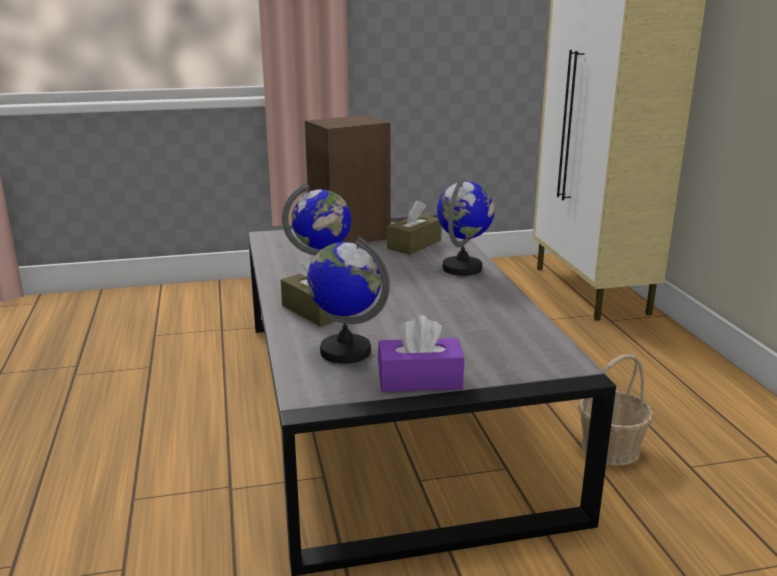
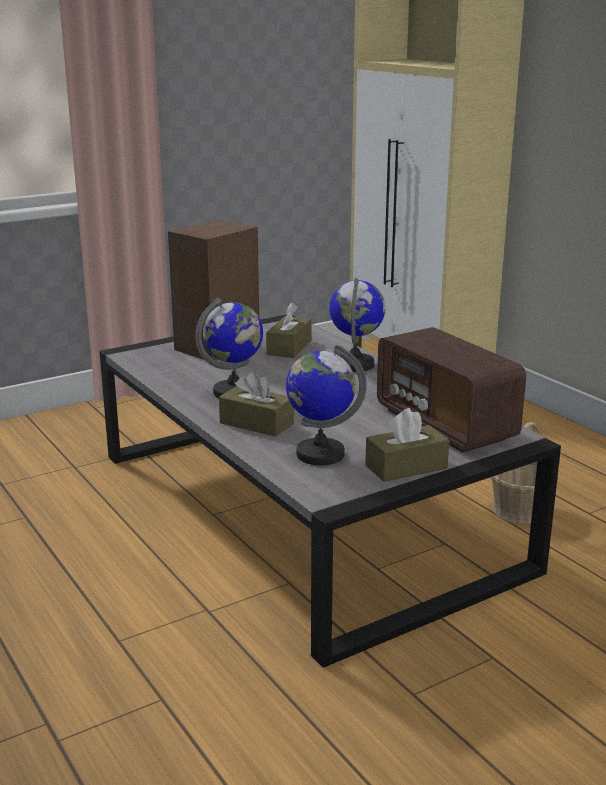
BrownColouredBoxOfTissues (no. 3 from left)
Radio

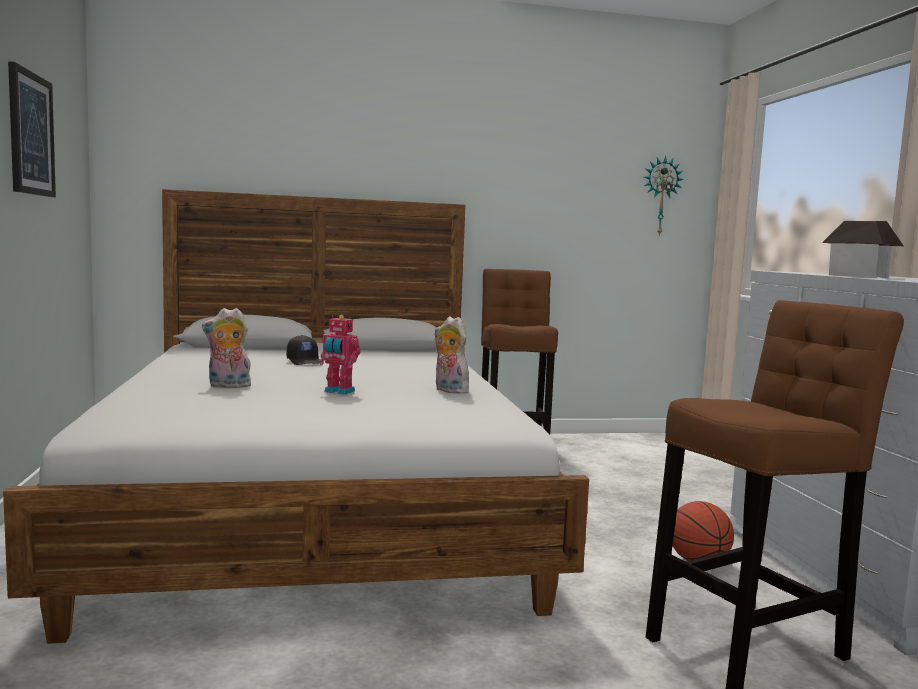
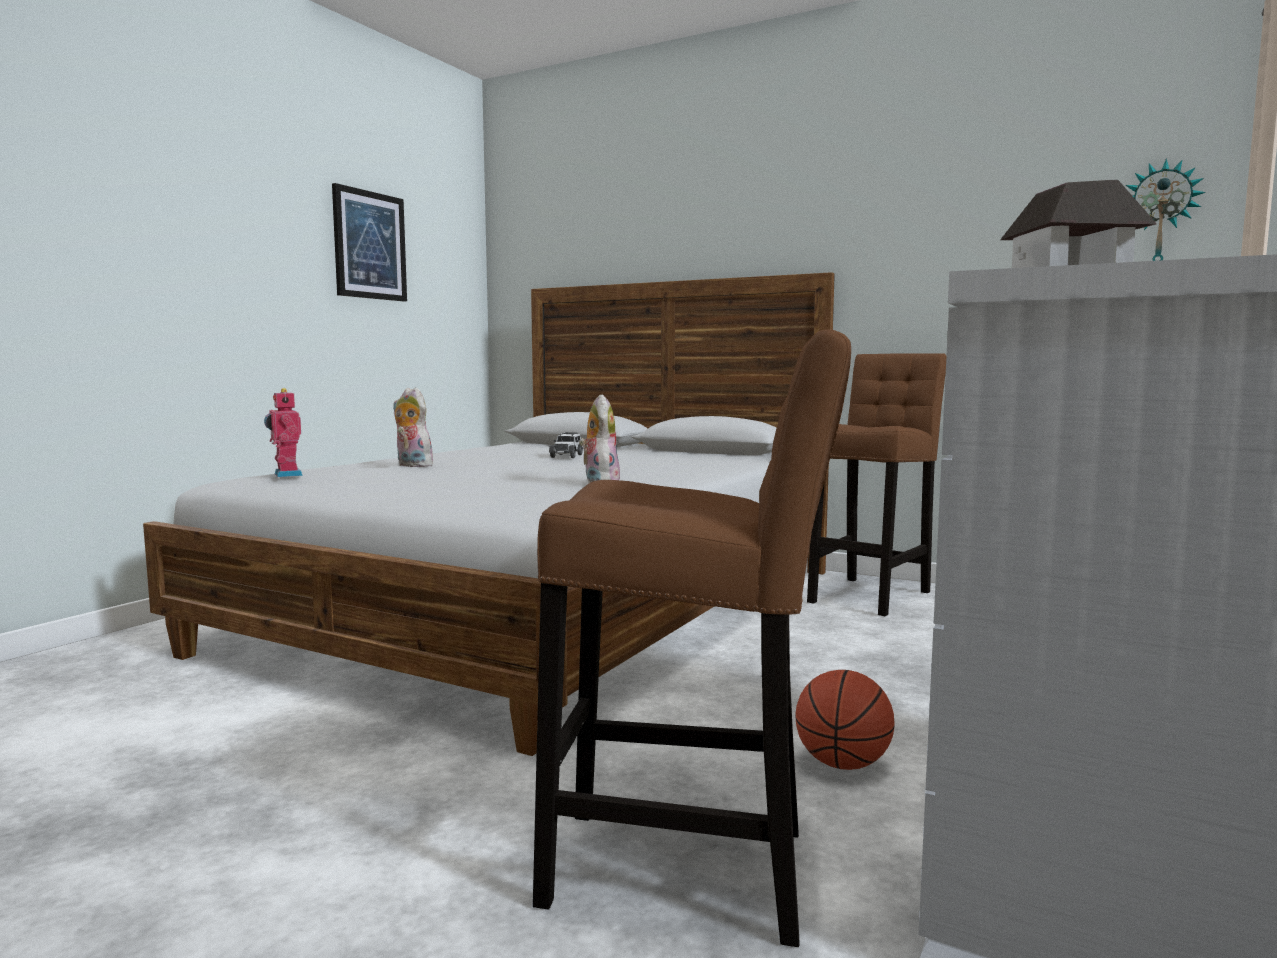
ModelRobot
ToyCar

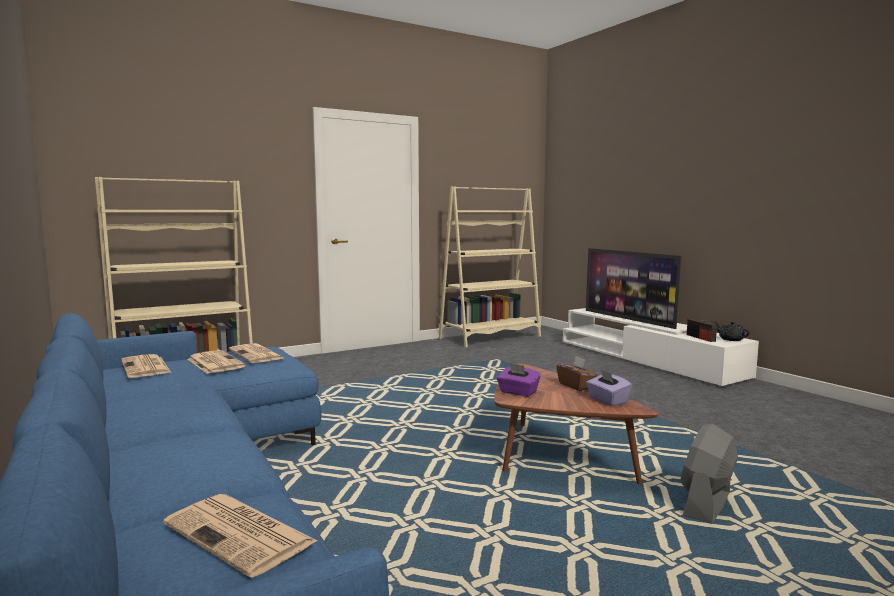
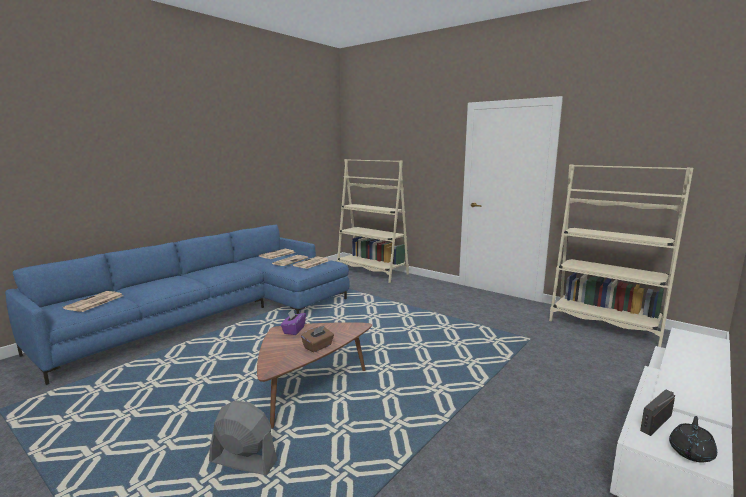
Tv
PurpleColouredBoxOfTissues (no. 2 from left in the first image)

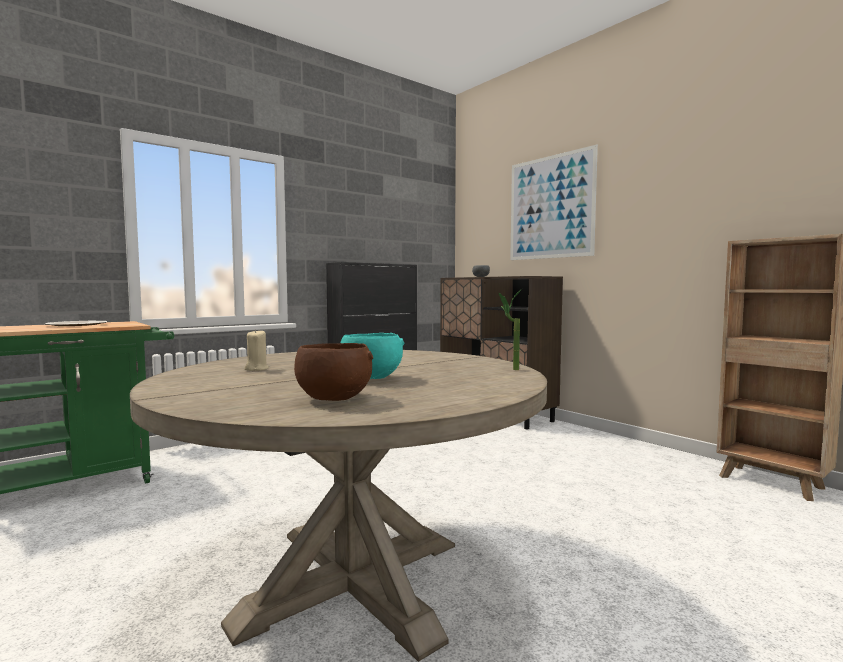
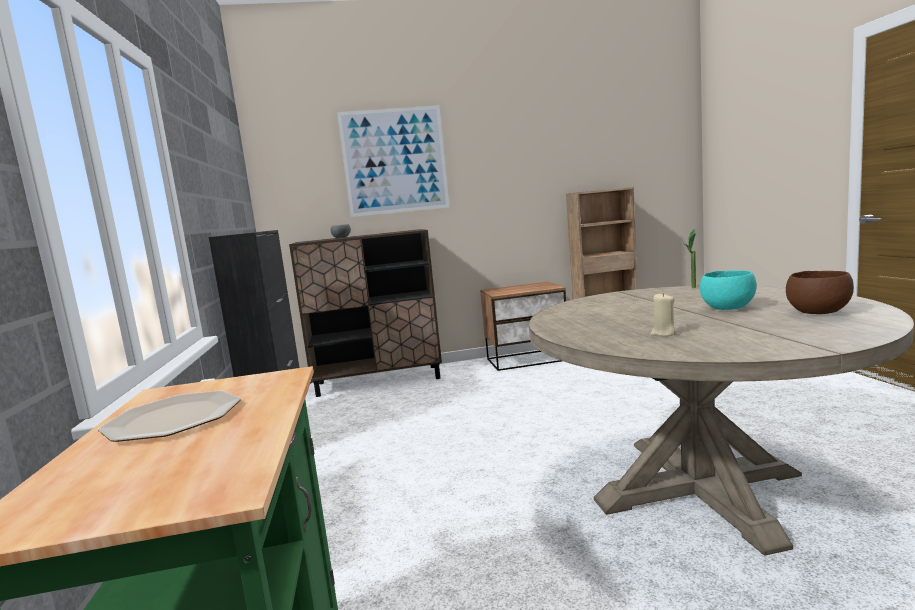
NightTable

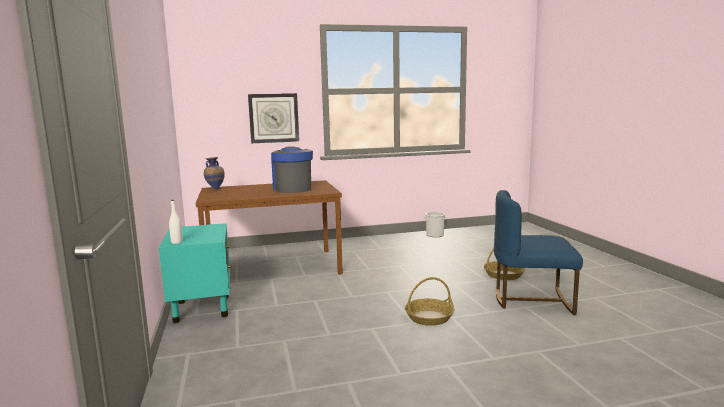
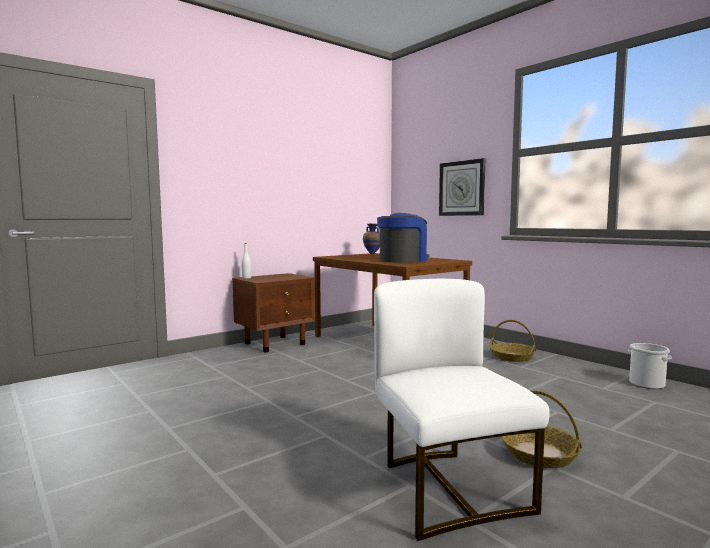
WhitishUprightChair
BrownColouredNightTable
HouseholdBasket (no. 1 from left)

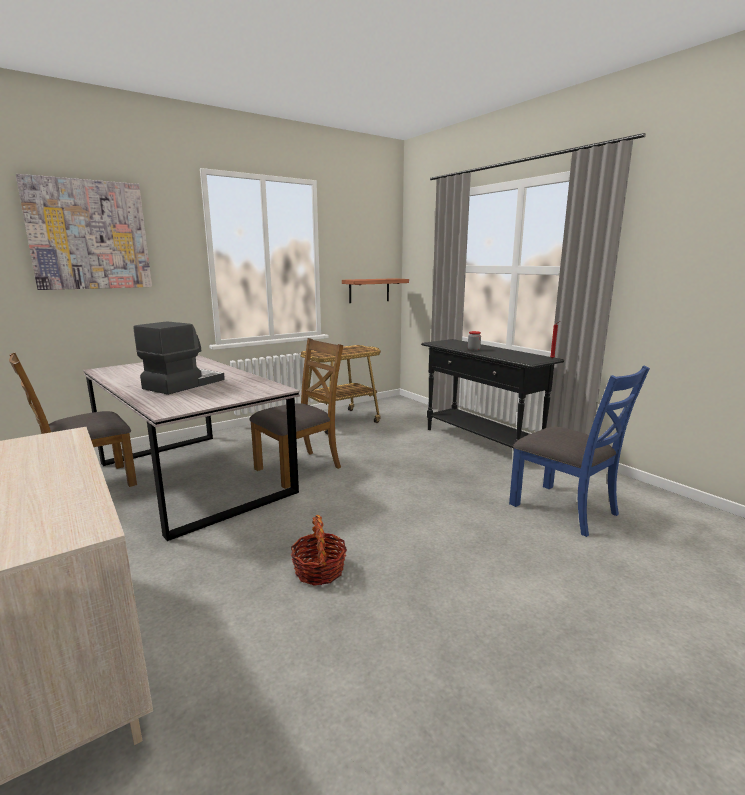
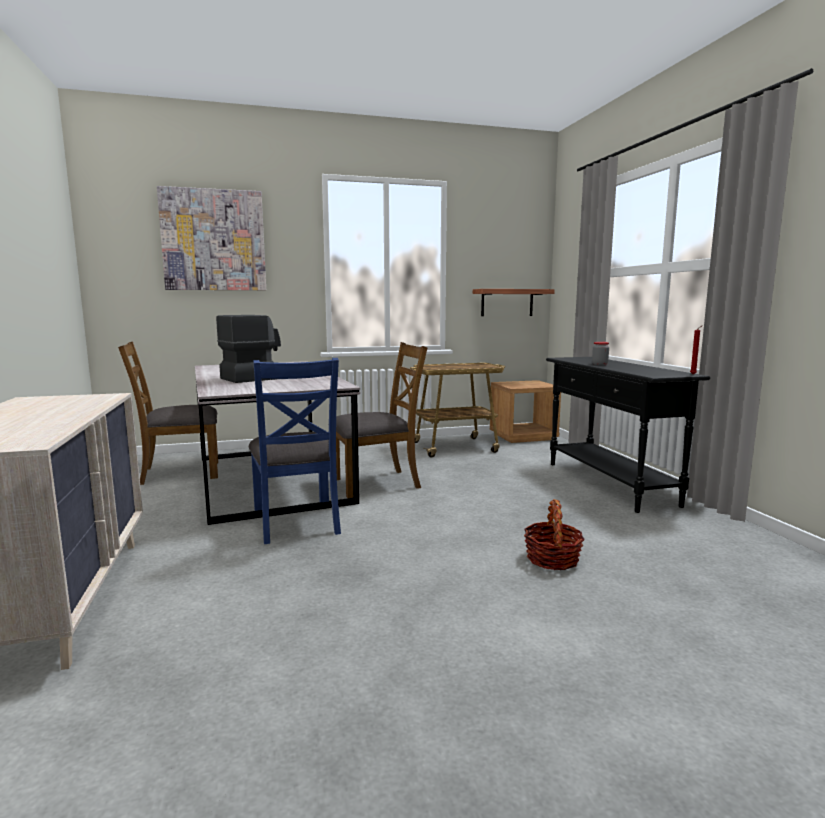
BluishUprightChair
HouseholdBasket
BrownColouredNightTable

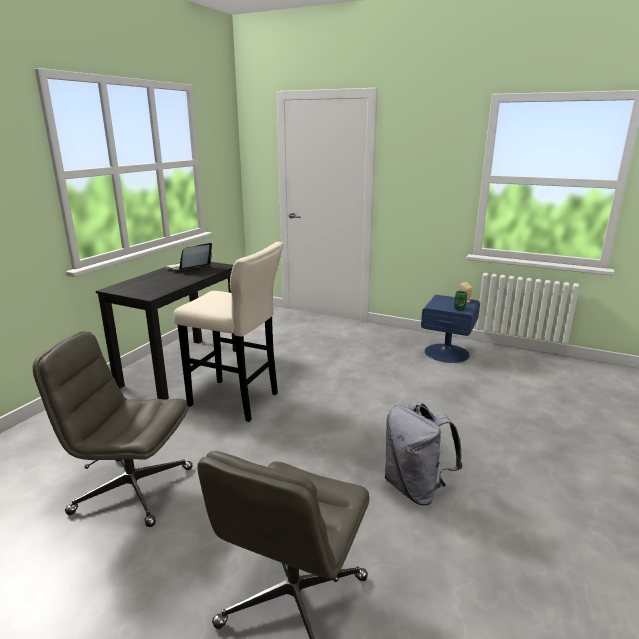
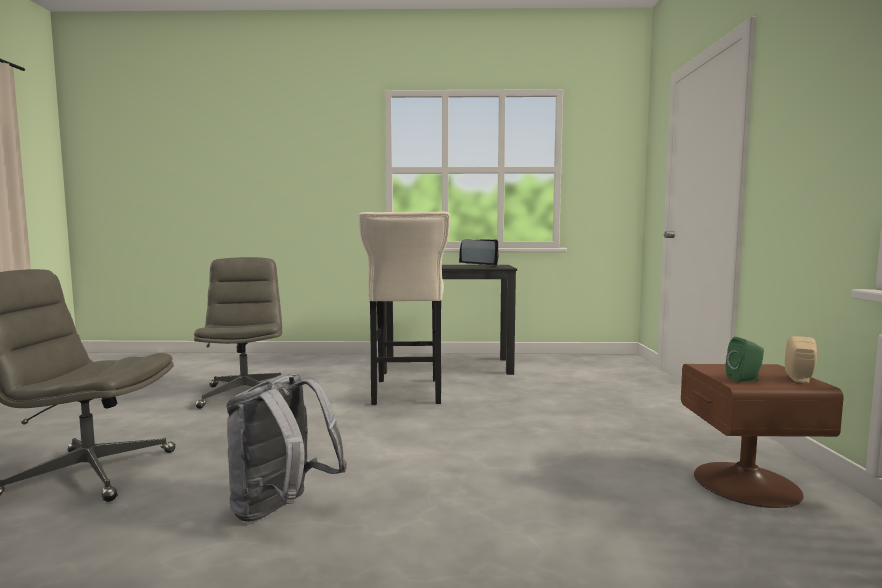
BrownColouredNightTable

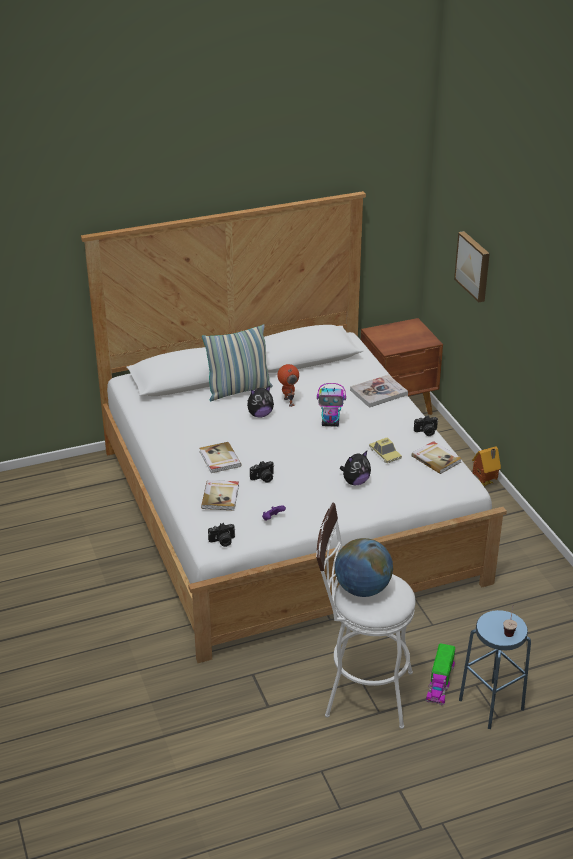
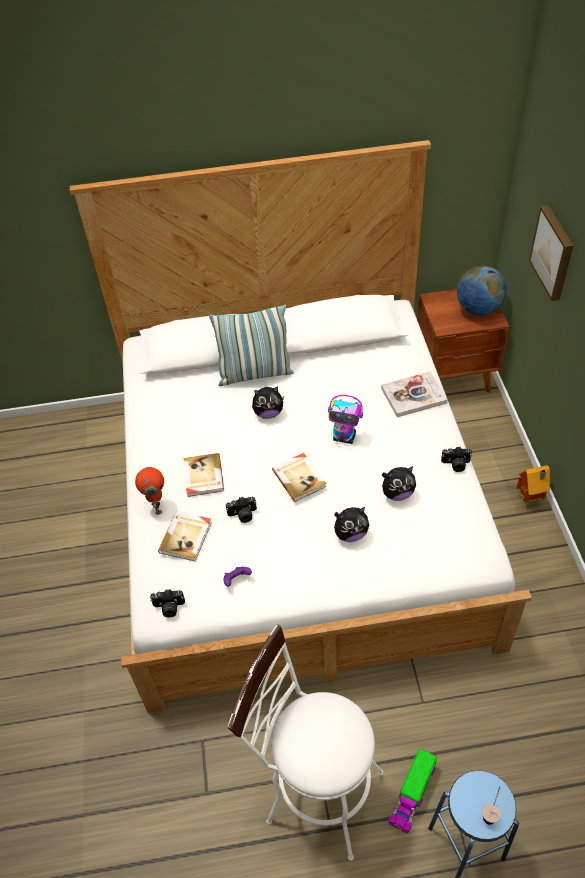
ModelRobot (no. 1 from left)
SoftToy (no. 3 from left)
BoundBook (no. 3 from left)
DeskGlobe

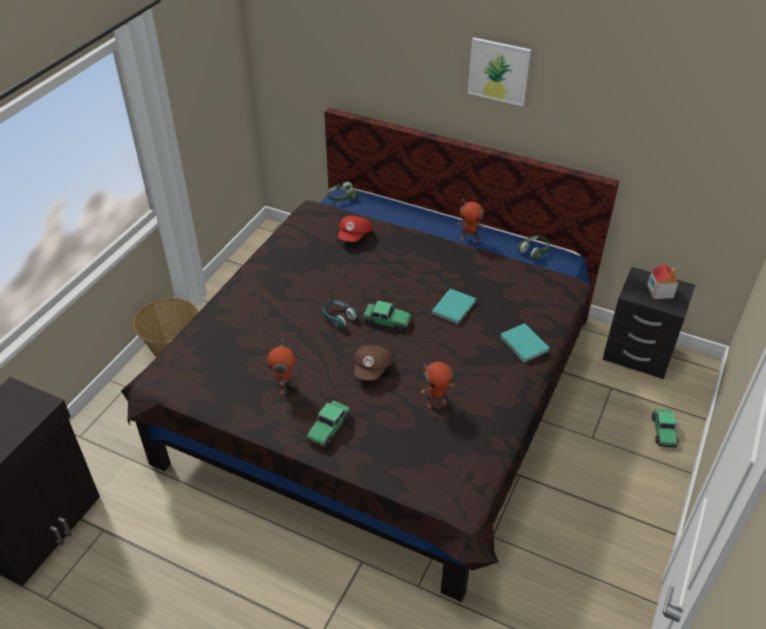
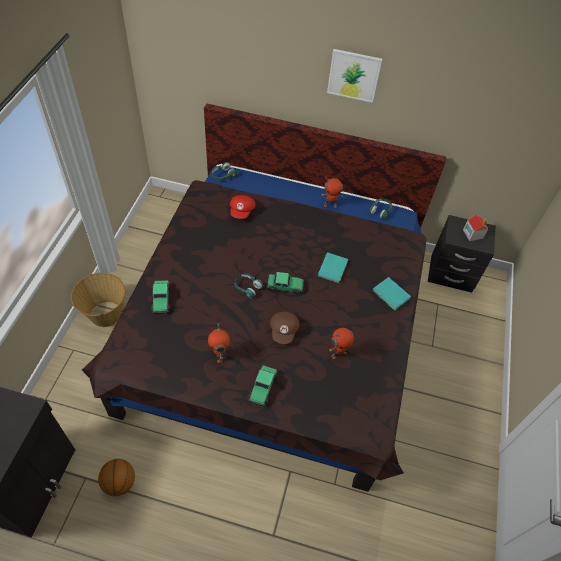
ToyCar (no. 1 from left)
BallForBasketball

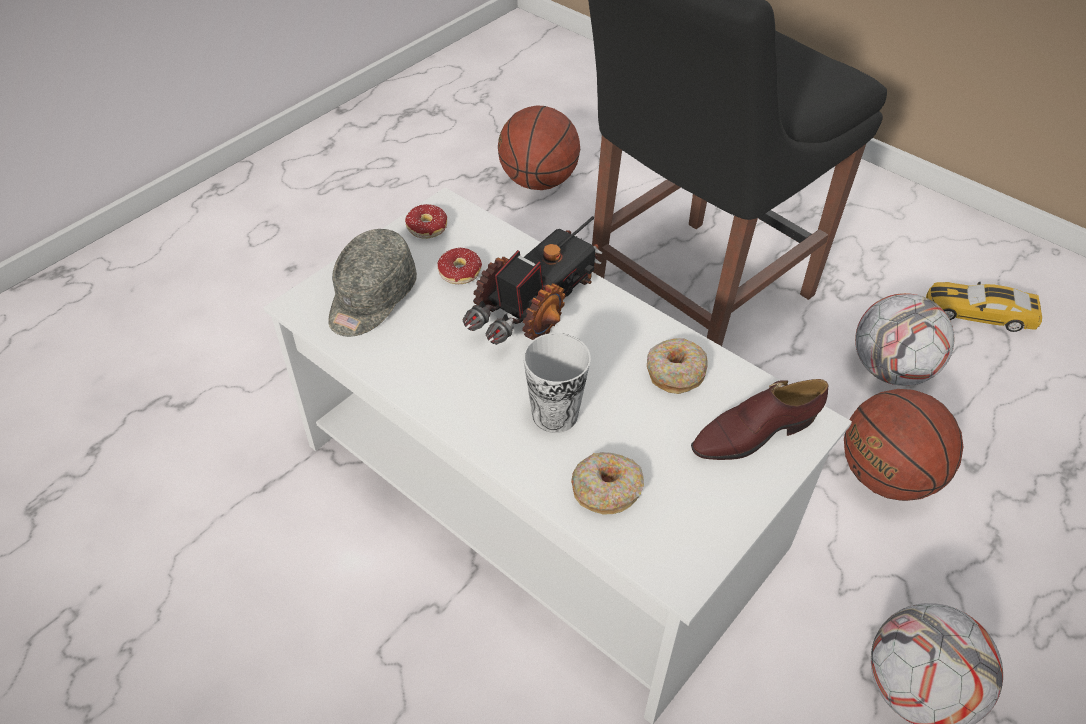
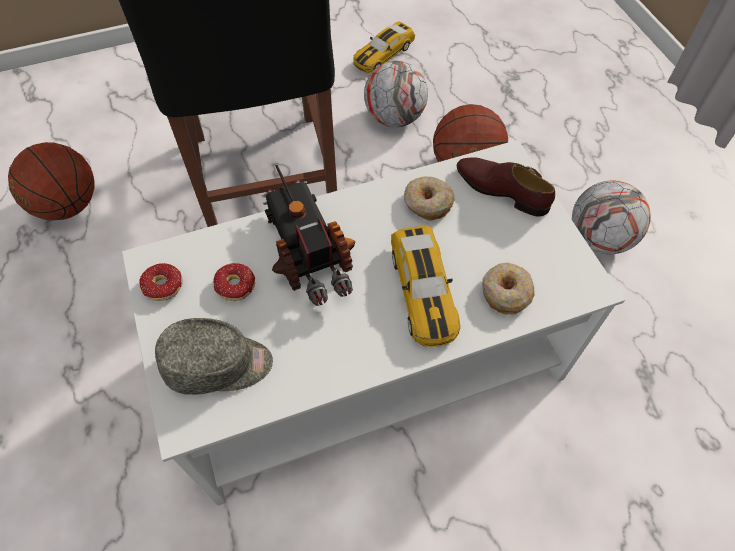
GreyishPeakedCap
ToyCar (no. 2 from left)
BrownColouredLowShoe

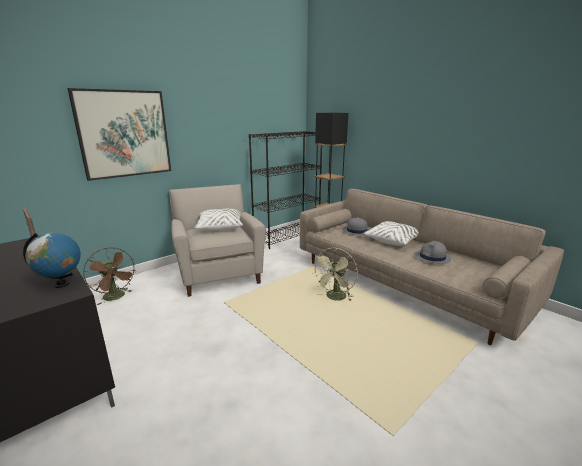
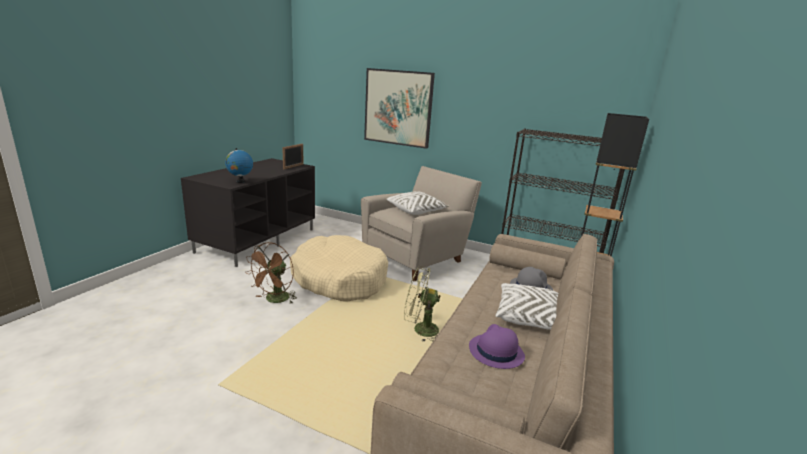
PurpleColouredWearableHat
BrownColouredElectricFan
BeigeDogCushion

